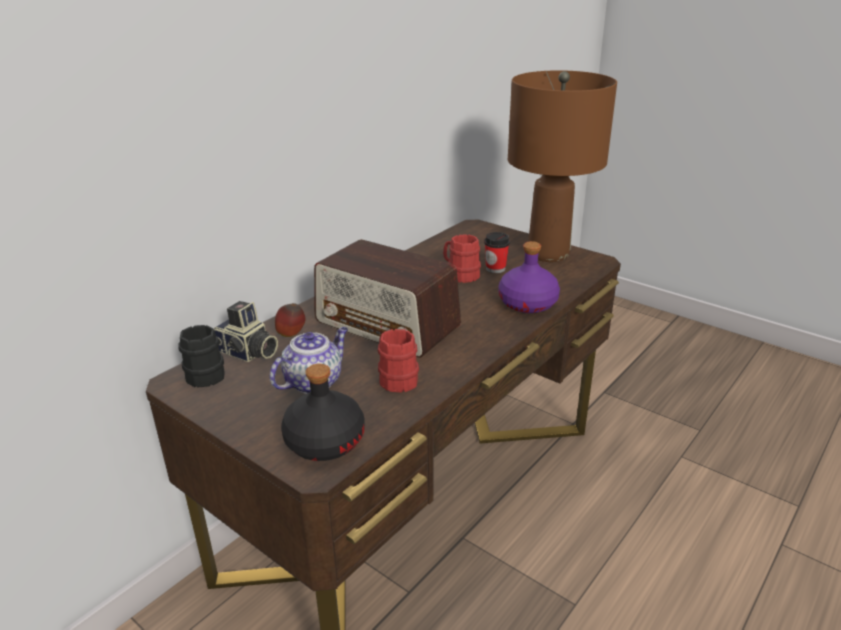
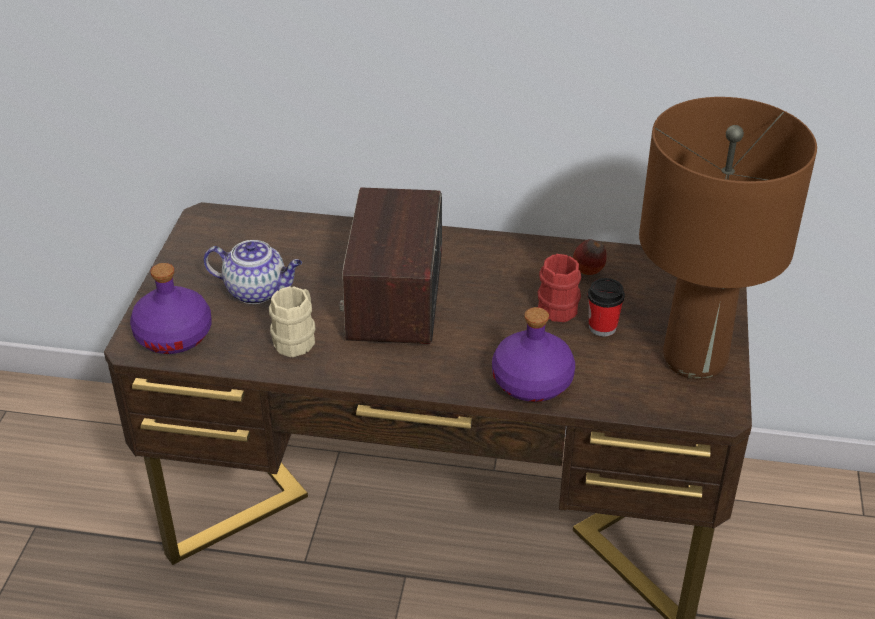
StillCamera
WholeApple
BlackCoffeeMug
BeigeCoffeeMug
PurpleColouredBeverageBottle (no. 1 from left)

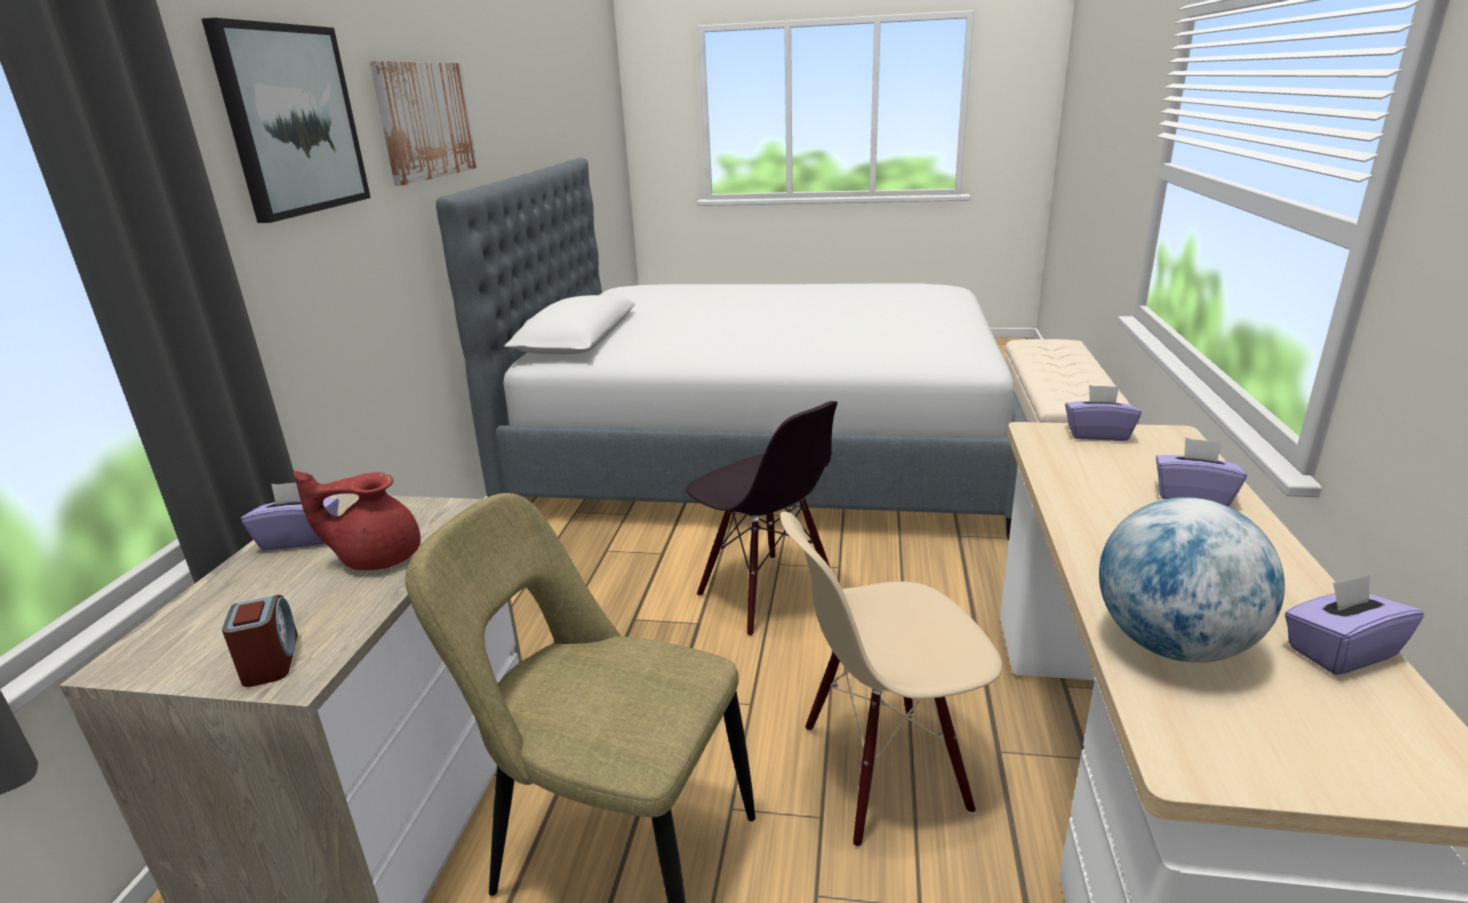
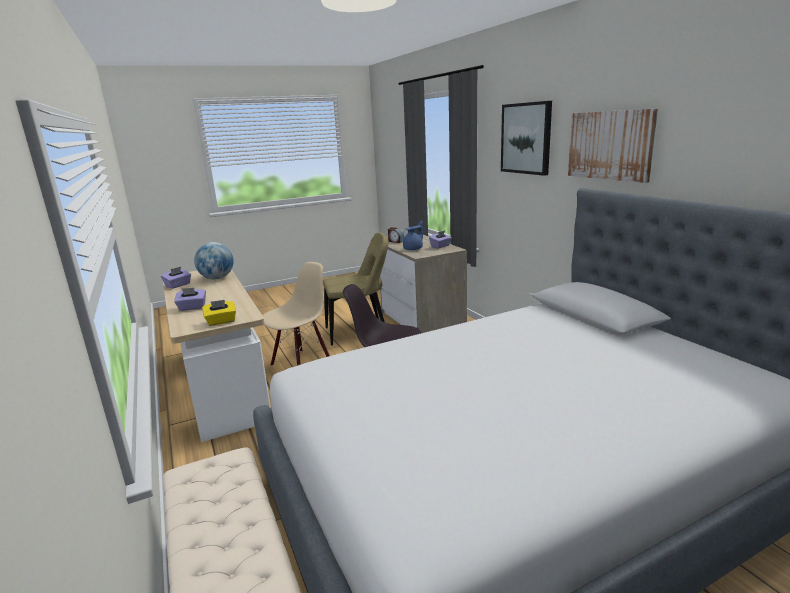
YellowColouredBoxOfTissues
BluishTeapot

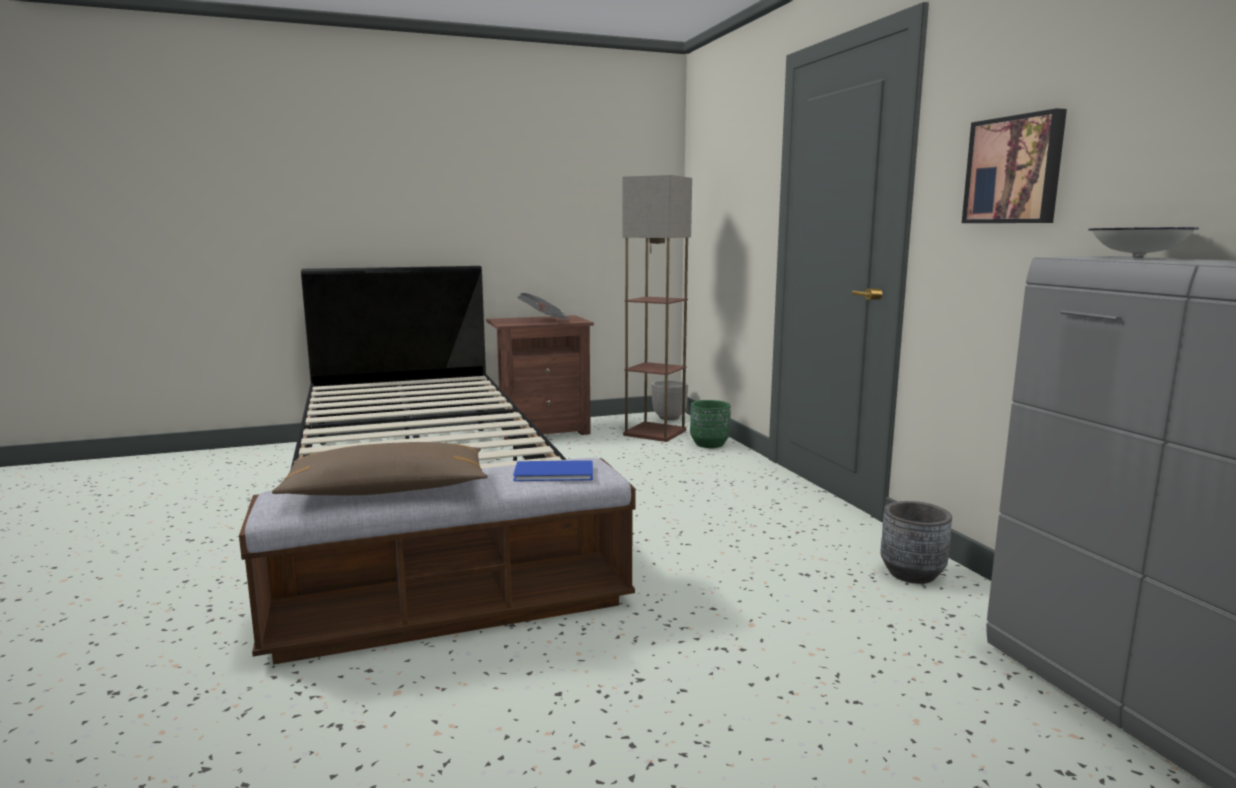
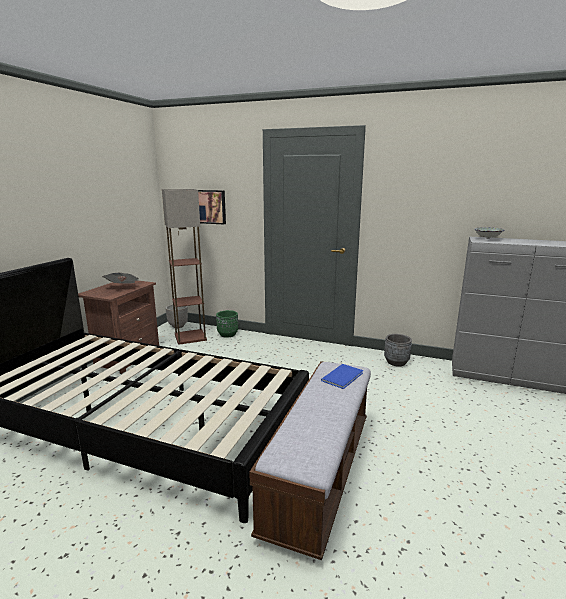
WallPicture
BrownColouredPillow

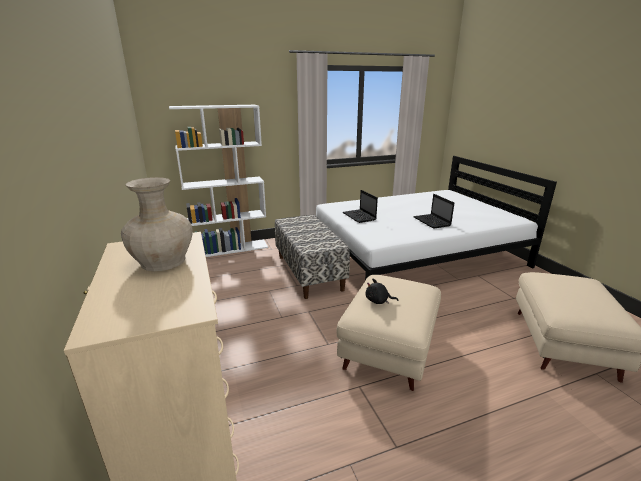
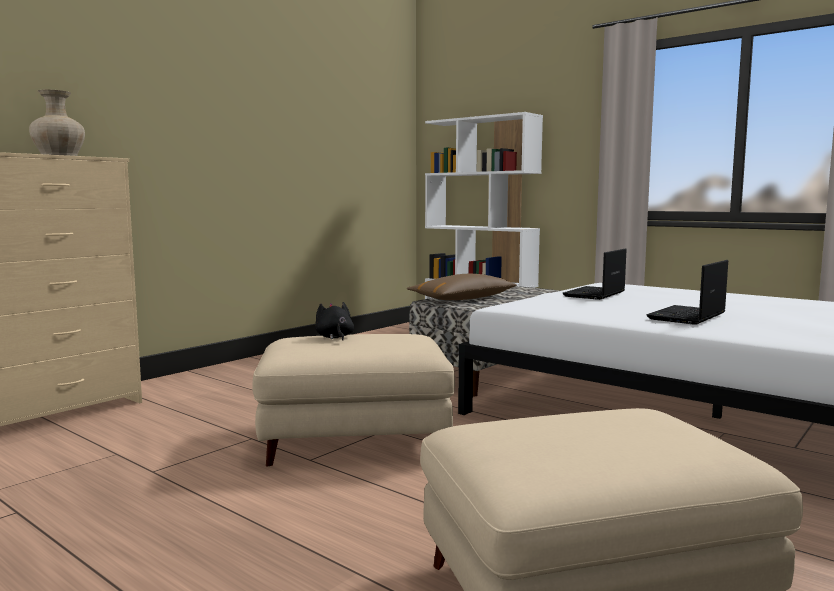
BrownColouredPillow

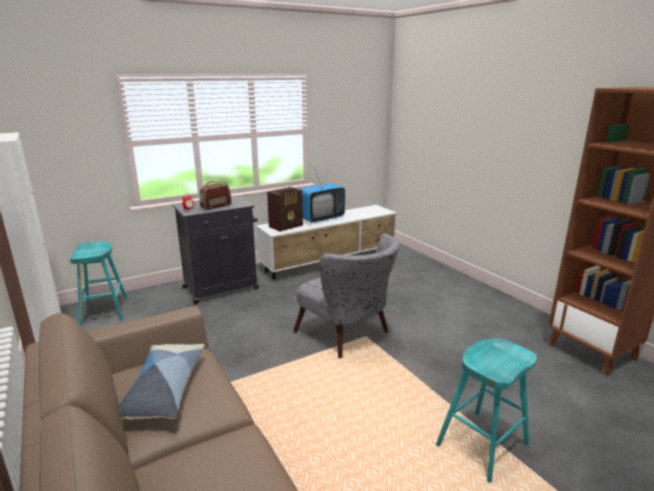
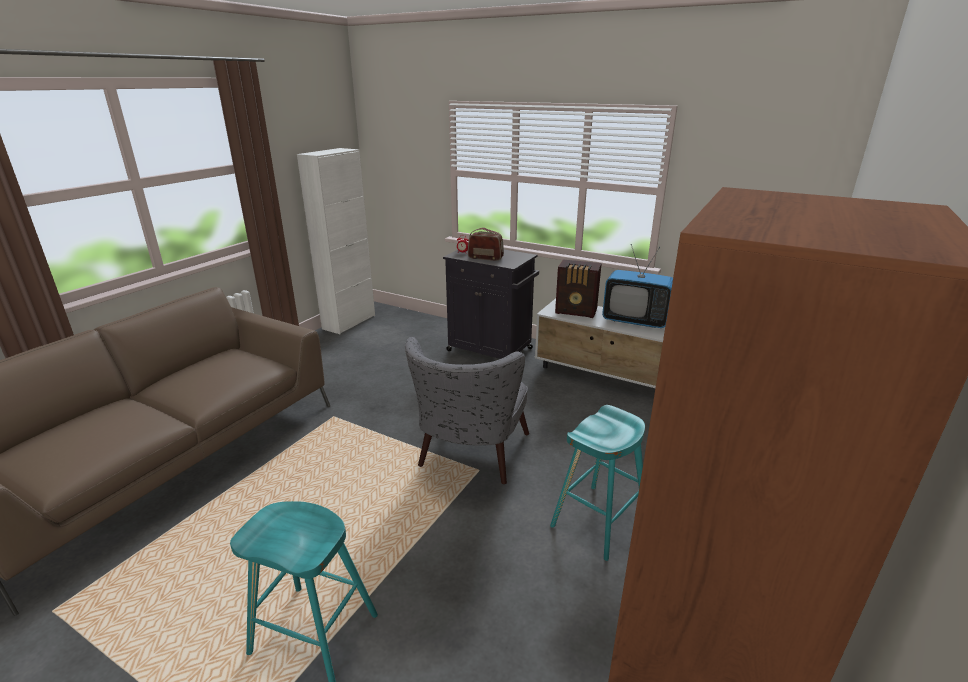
TurquoiseStoolSeat (no. 2 from left)
Pillow

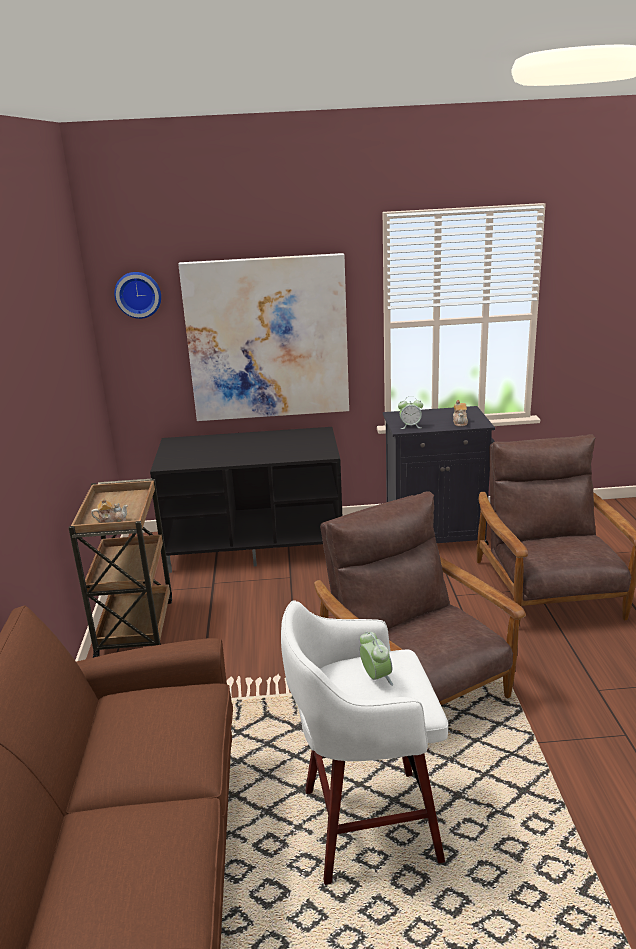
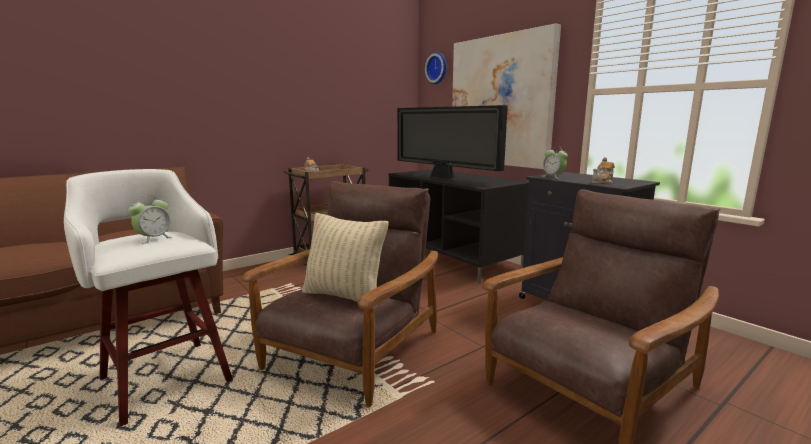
Tv
BeigePillow

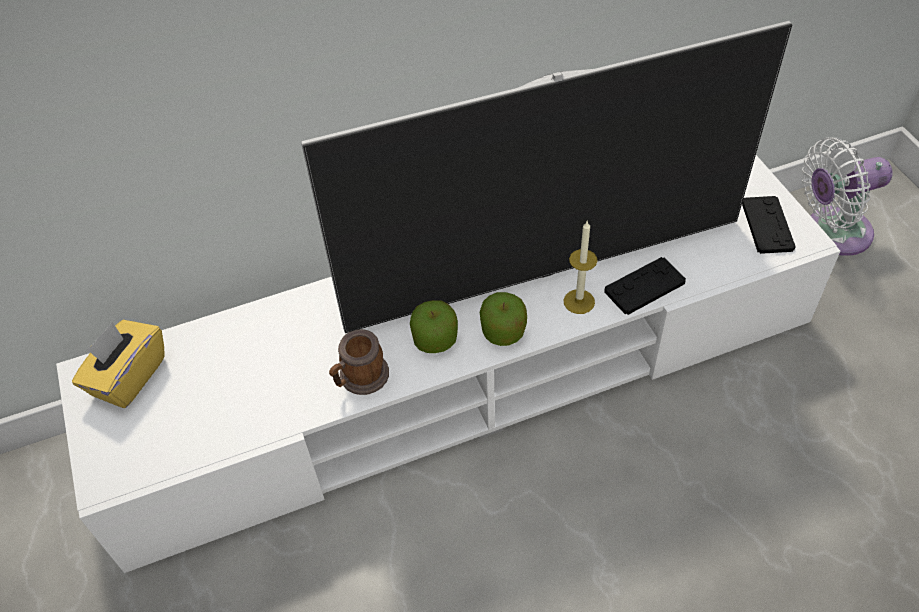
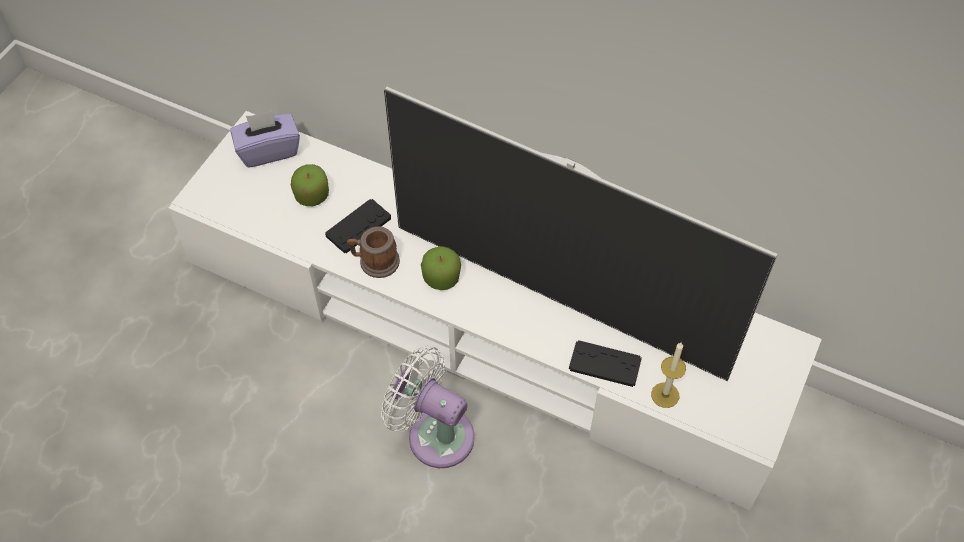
WhitishElectricFan
BlackGamepad (no. 1 from left)
WaxLight
WholeApple (no. 1 from left)
PurpleColouredBoxOfTissues

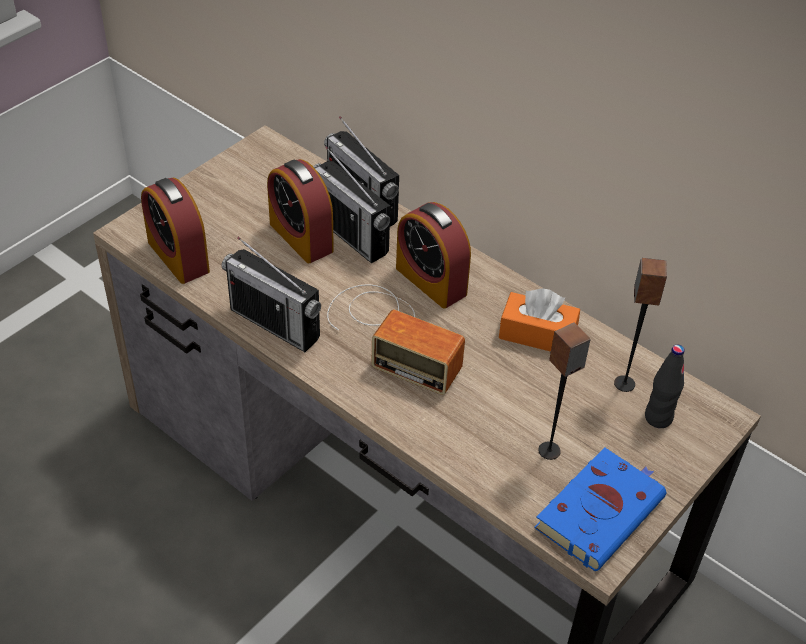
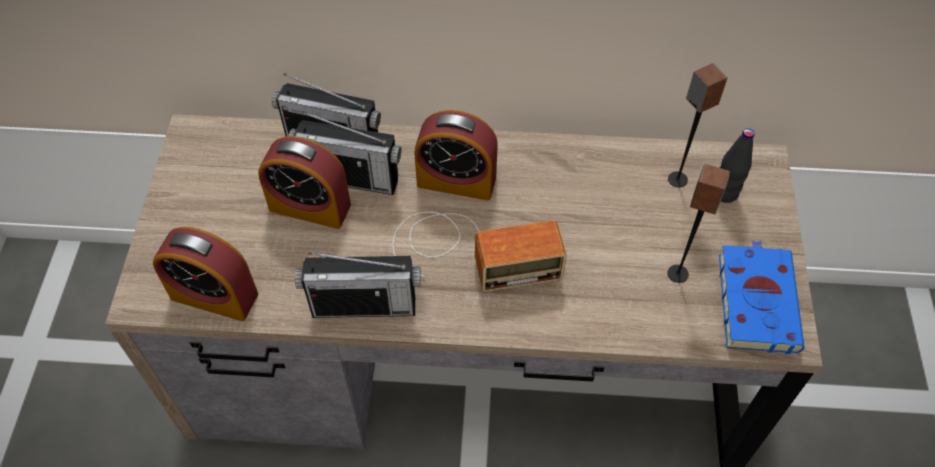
OrangeyBoxOfTissues

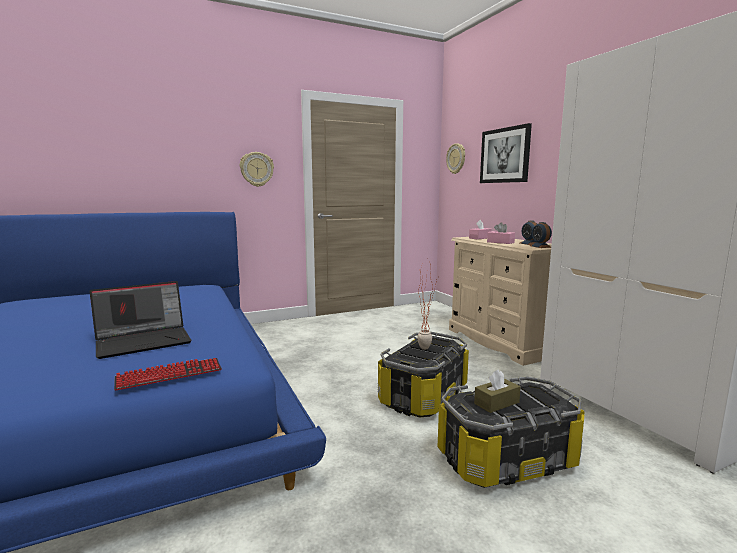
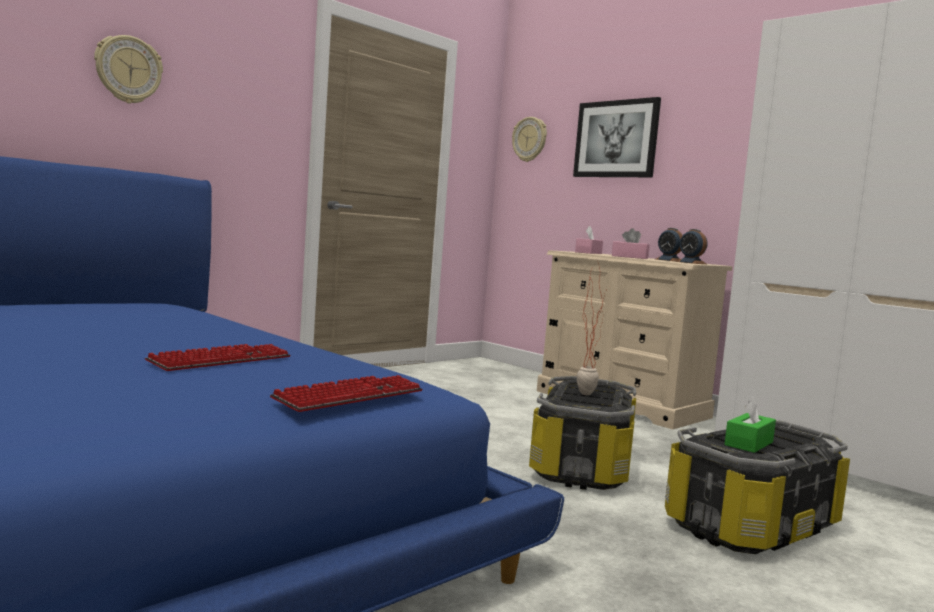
HangingClock (no. 1 from left)
PcKeyboard (no. 1 from left)
GreenColouredBoxOfTissues

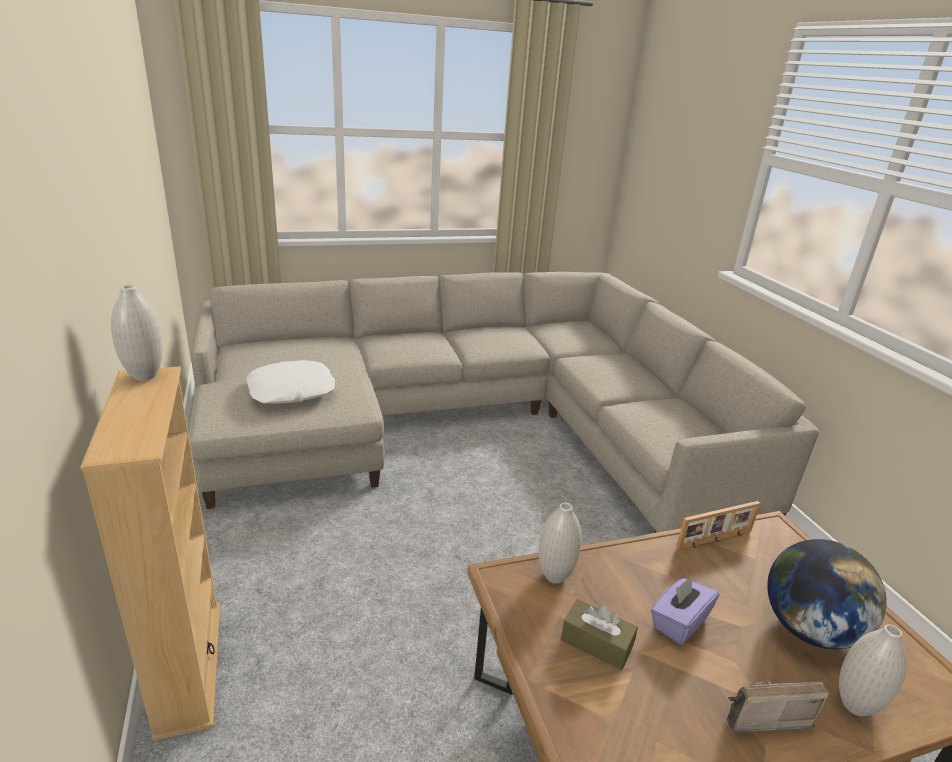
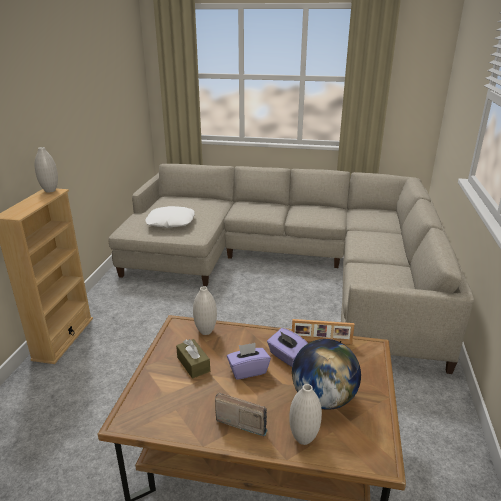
PurpleColouredBoxOfTissues (no. 2 from left)

